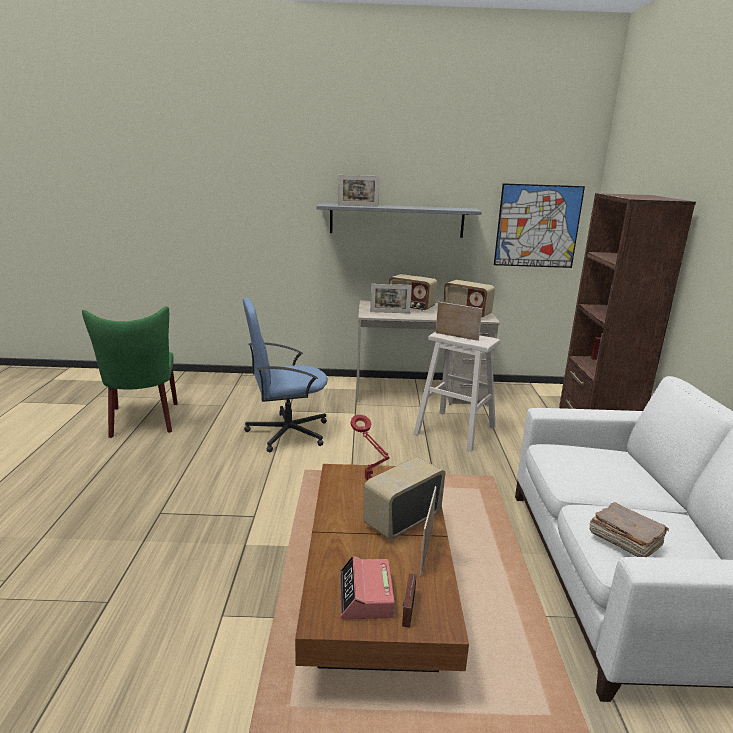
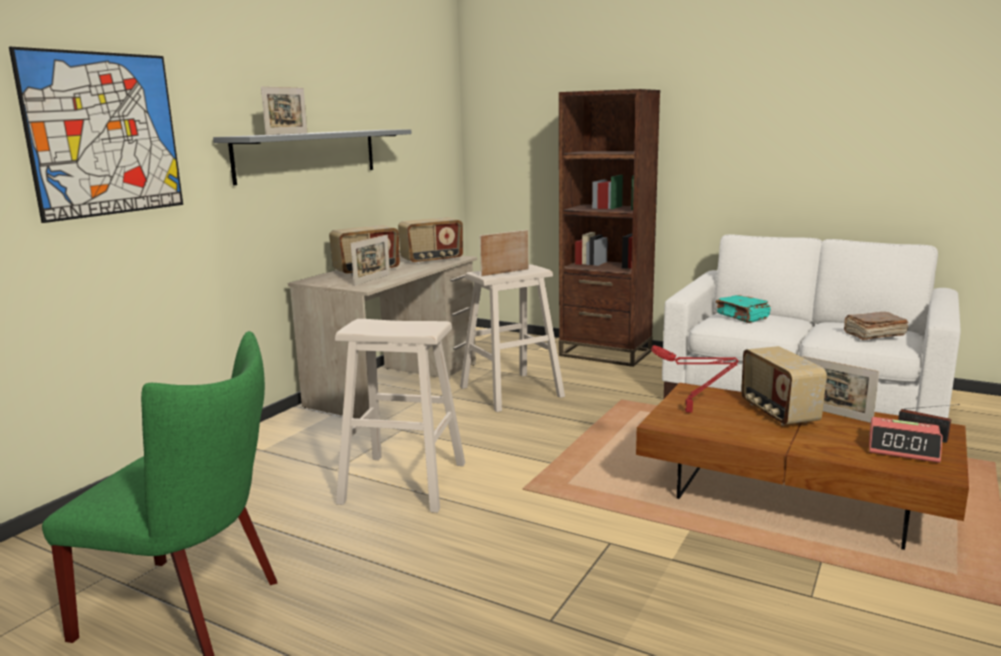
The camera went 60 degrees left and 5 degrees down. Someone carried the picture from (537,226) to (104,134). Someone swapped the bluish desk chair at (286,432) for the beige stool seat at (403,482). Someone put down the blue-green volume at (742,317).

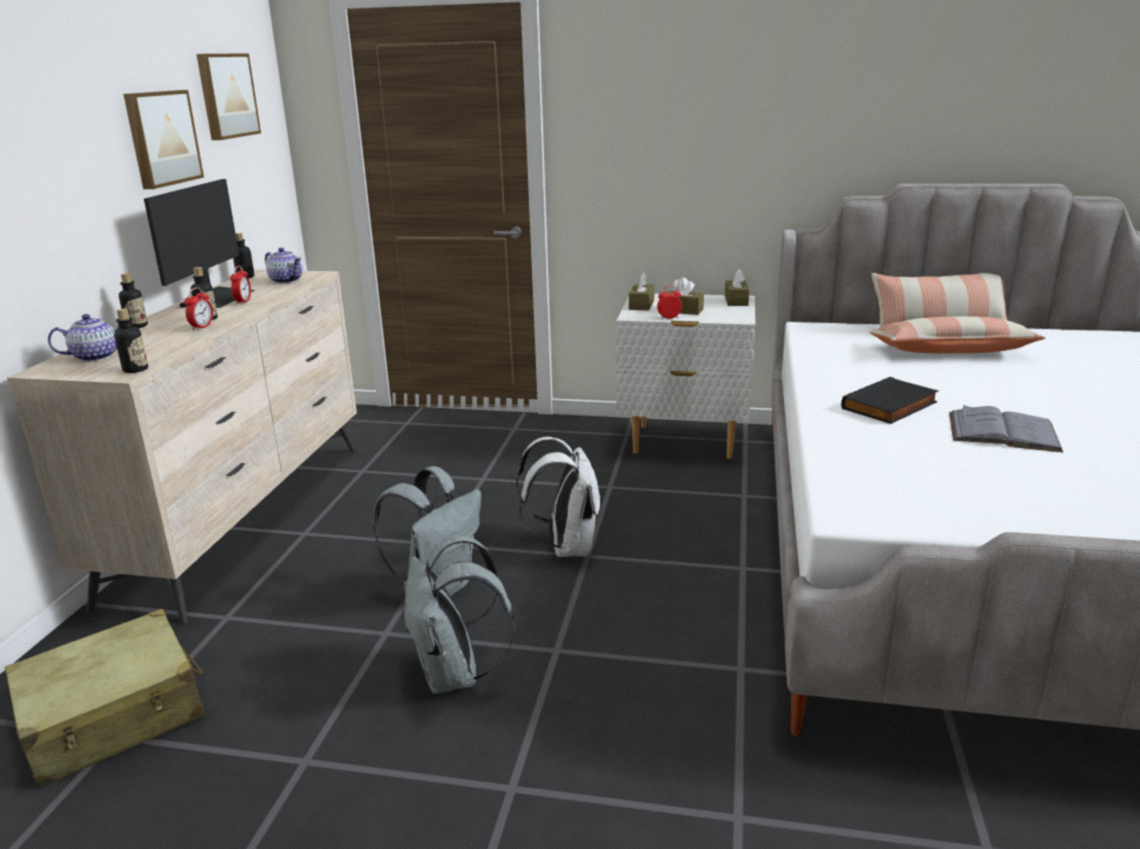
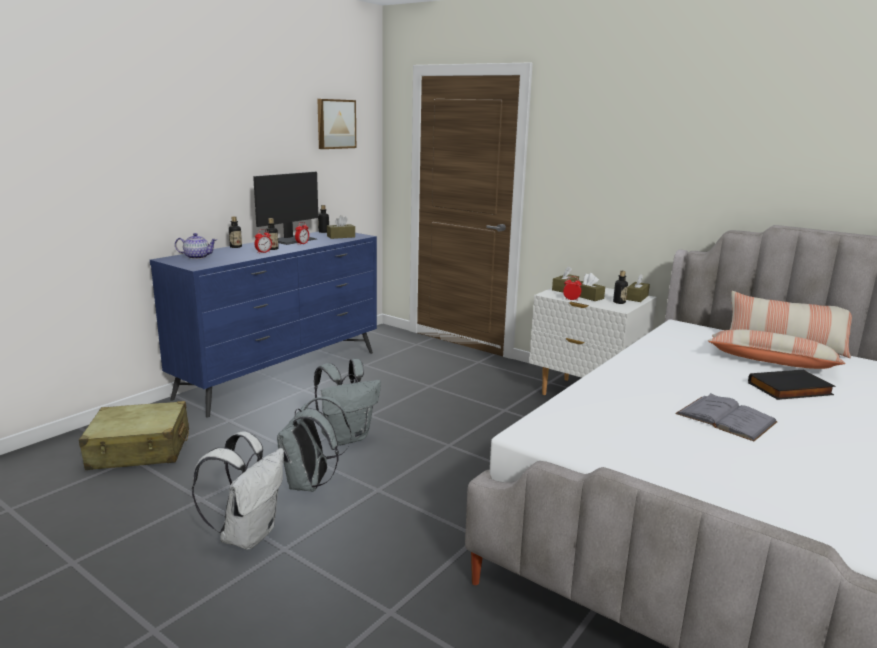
The camera went 25 degrees right and 5 degrees down. Someone repainted the beige drawer chest at (245,518), which became the bluish drawer chest at (282,374). Someone carried the whitish backpack from (566,547) to (248,534). Someone swapped the tea pot at (286,280) for the brown-coloured tissue holder at (341,236). Someone carried the bottle from (135,370) to (619,302). Someone carried the black volume from (890,406) to (790,389). Someone took away the picture at (161,138).

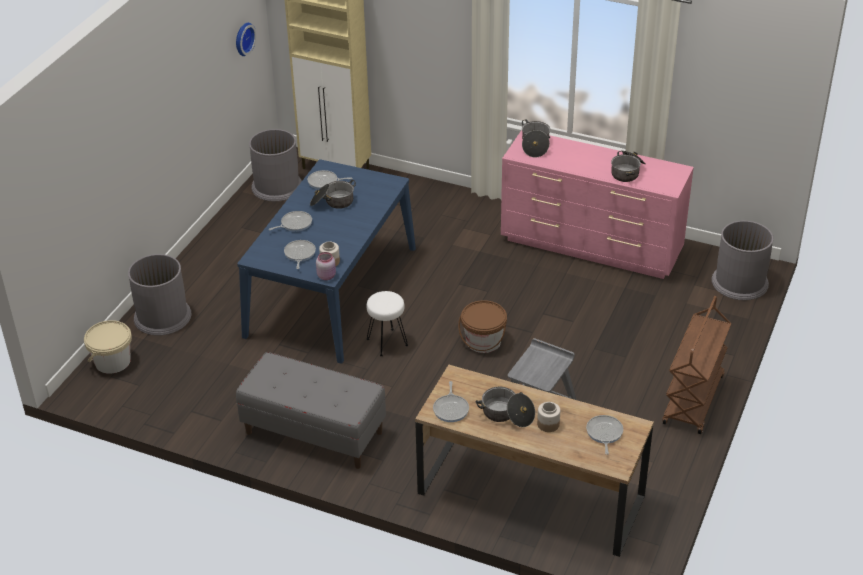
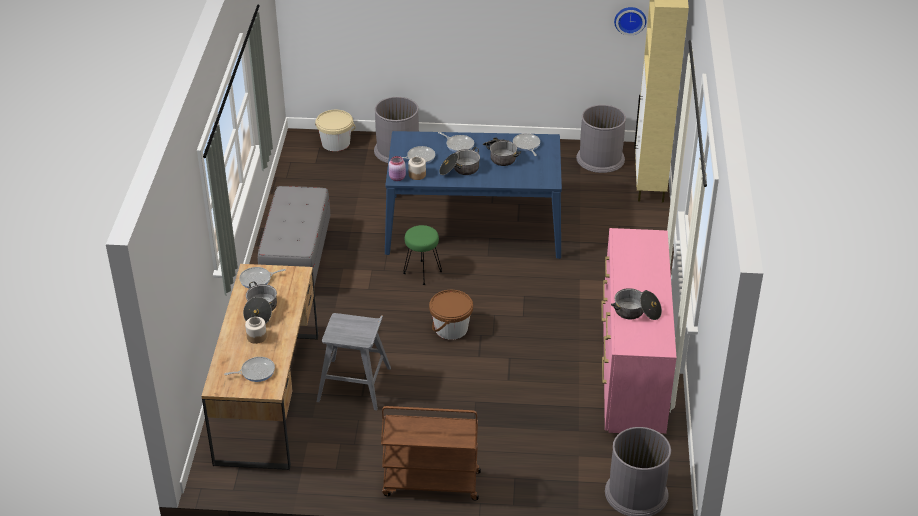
The camera went 70 degrees right and 0 degrees up. Someone repainted the whitish stool seat at (387,343), which became the green-coloured stool seat at (422,273). Someone carried the stockpot from (535,145) to (460,170).

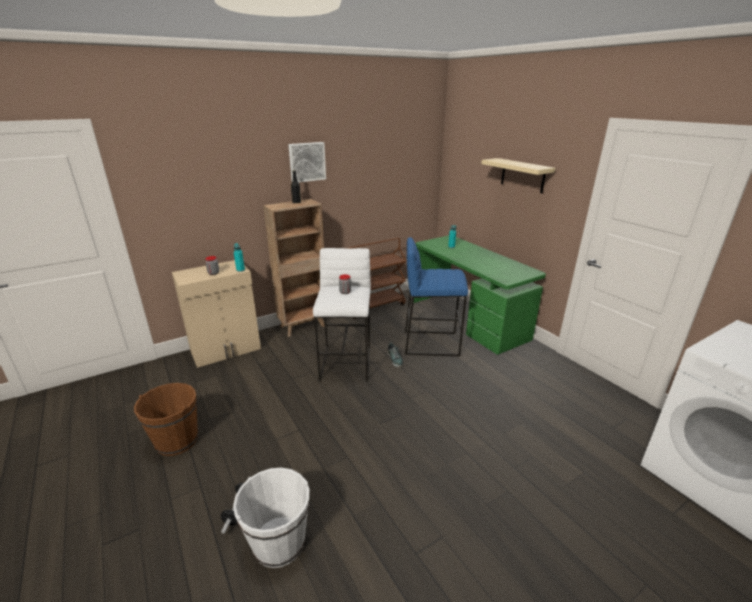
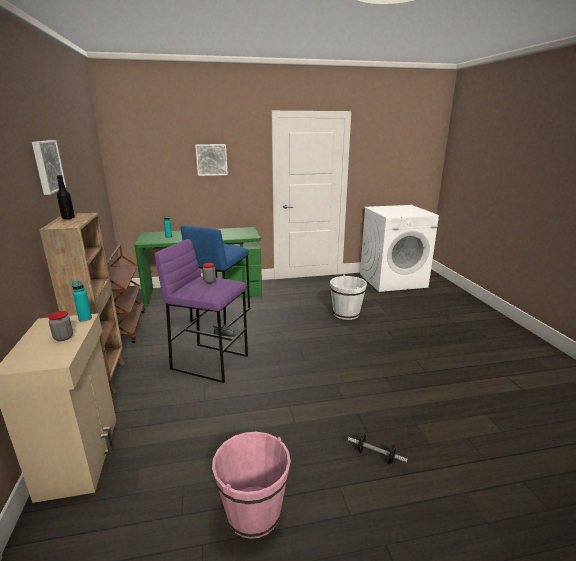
The camera went 70 degrees left and 5 degrees down. Someone repainted the whitish stool seat at (346,364), which became the purple-coloured stool seat at (210,361). Someone swapped the beige shelf at (522,175) for the picture at (211,159). Someone repainted the brown-coloured pail at (177,440), which became the pinkish pail at (253,512). Someone carried the whitish pail from (279,542) to (346,313).

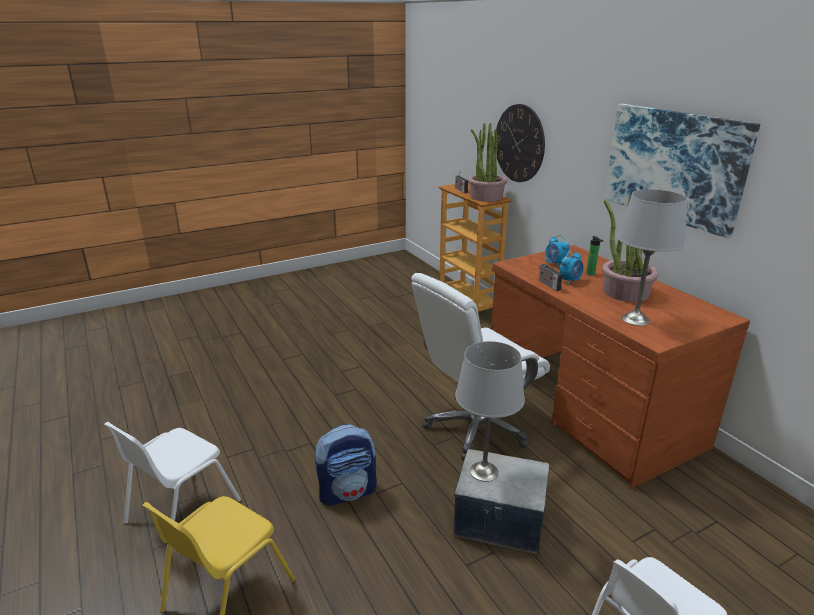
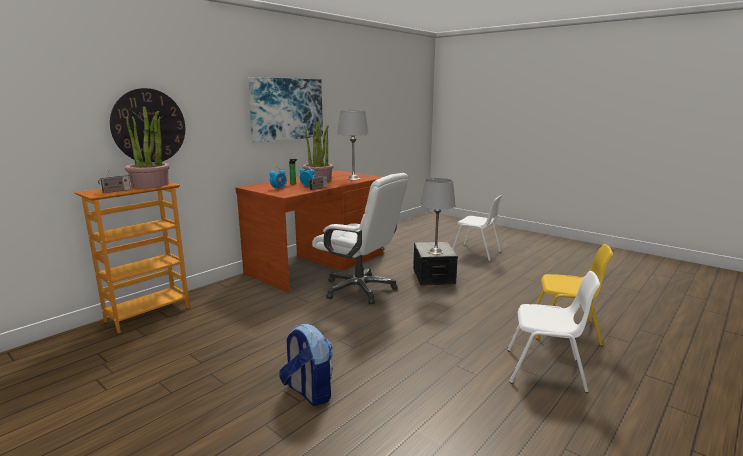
The camera went 110 degrees left and 10 degrees down. Someone carried the backpack from (348,492) to (308,392).

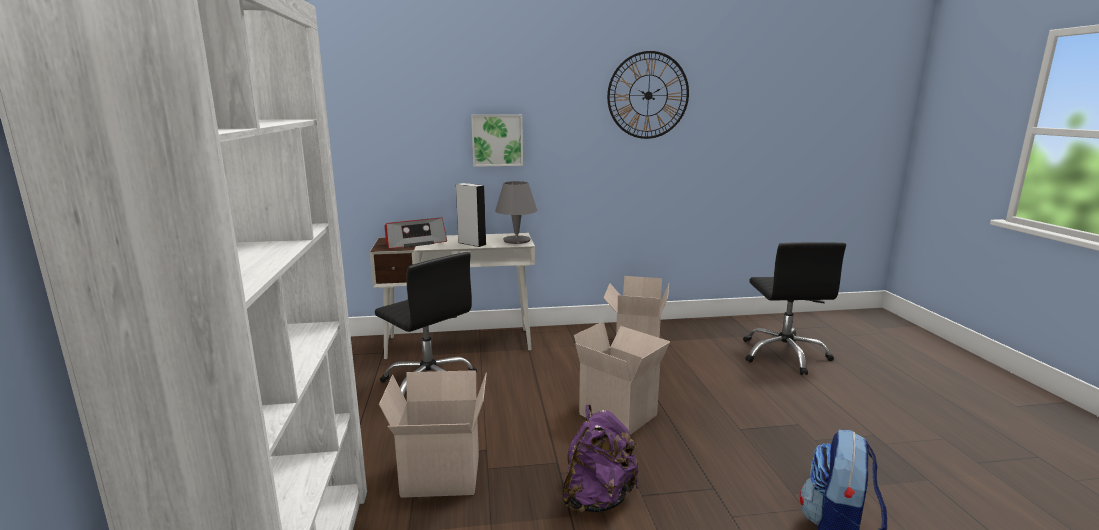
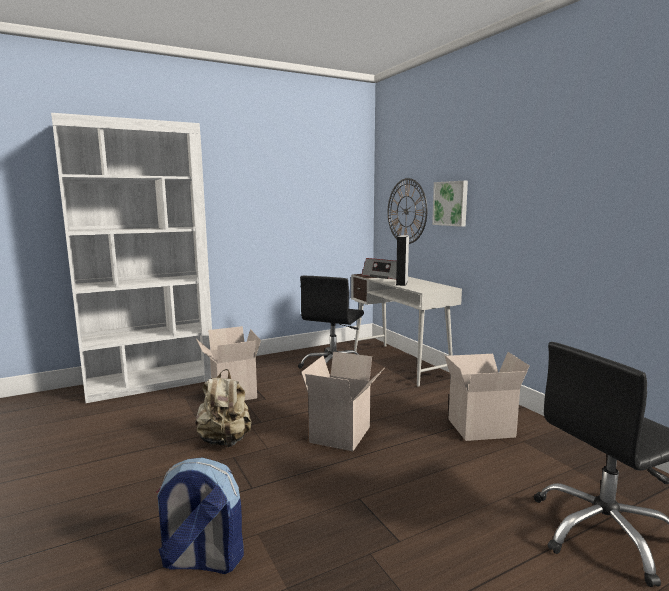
The camera went 70 degrees right and 5 degrees down. Someone repainted the purple-coloured backpack at (597,498), which became the beige backpack at (225,441). Someone carried the clock on the wall from (648,95) to (406,211). Someone took away the grey table lamp at (516,240).

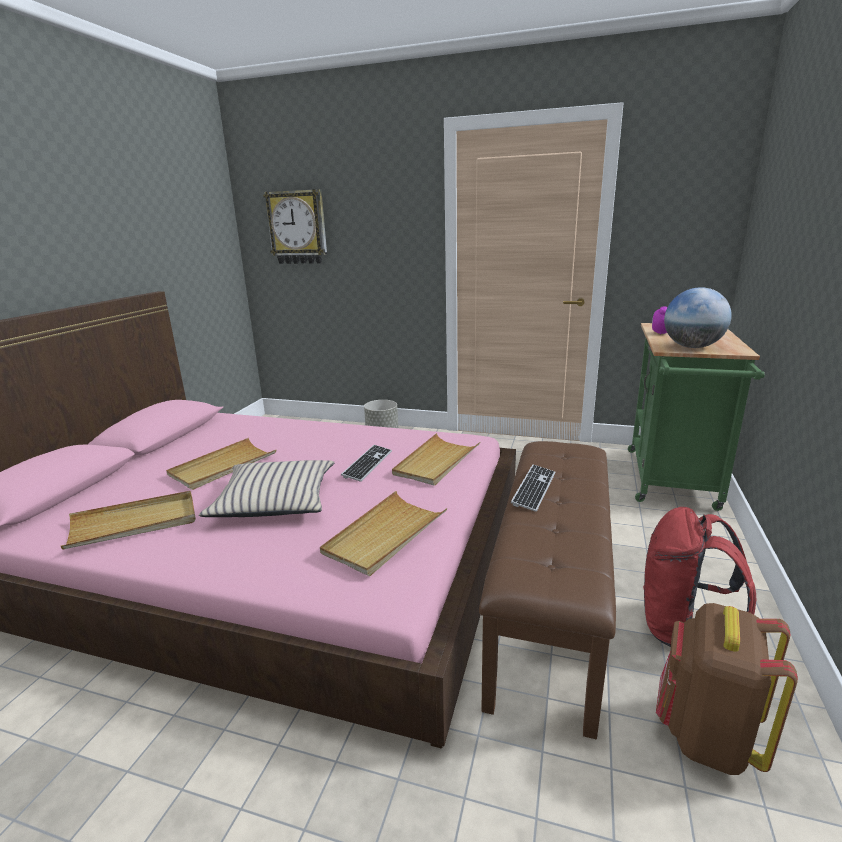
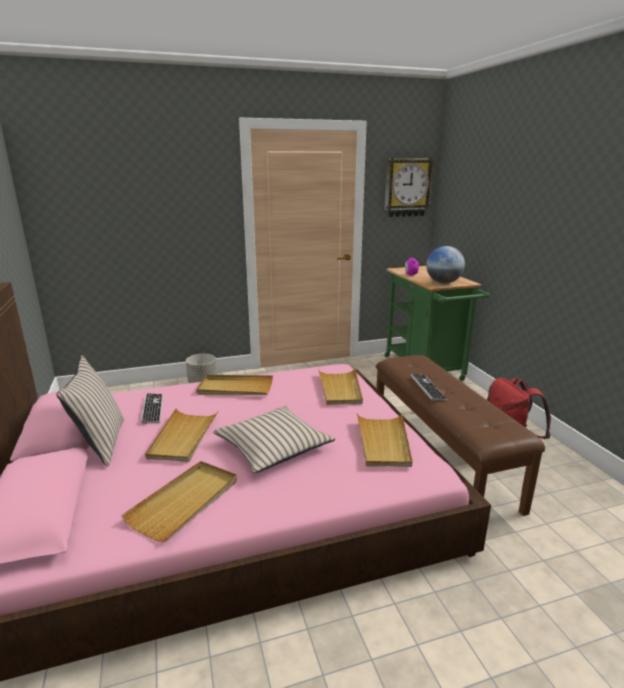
The camera went 35 degrees left and 0 degrees up. Someone put down the beige pillow at (100,443). Someone carried the keyboard from (368,464) to (152,409). Someone put down the beige carrying tray at (235,388). Someone carried the clock on the wall from (298,227) to (407,187). Someone took away the brown-coloured backpack at (706,736).

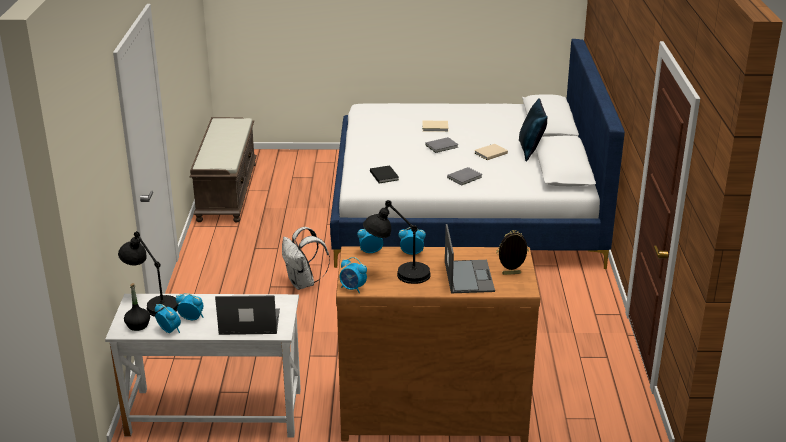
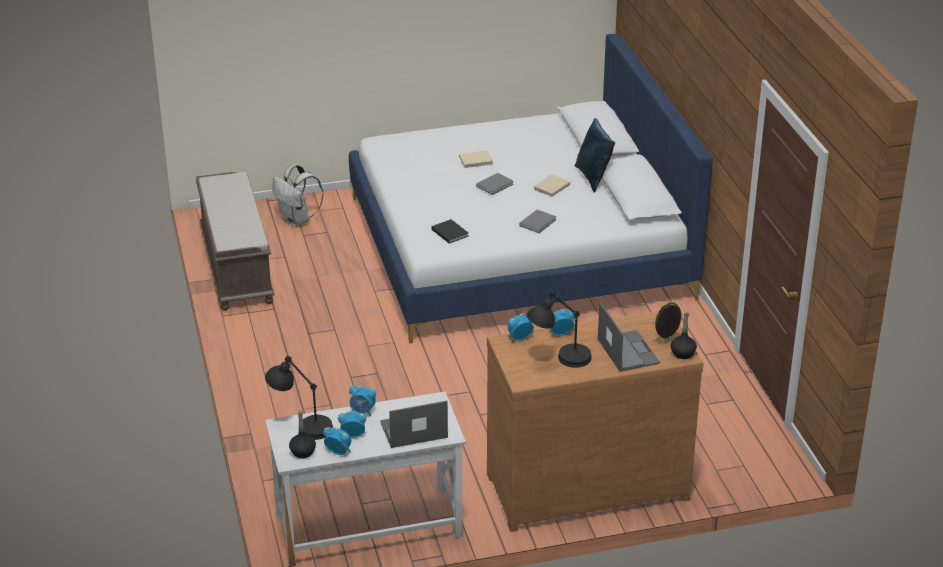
The camera went 15 degrees left and 5 degrees up. Someone carried the whitish backpack from (303,283) to (297,220). Someone carried the bedside clock from (353,288) to (362,412). Someone put down the black bottle at (682,353).

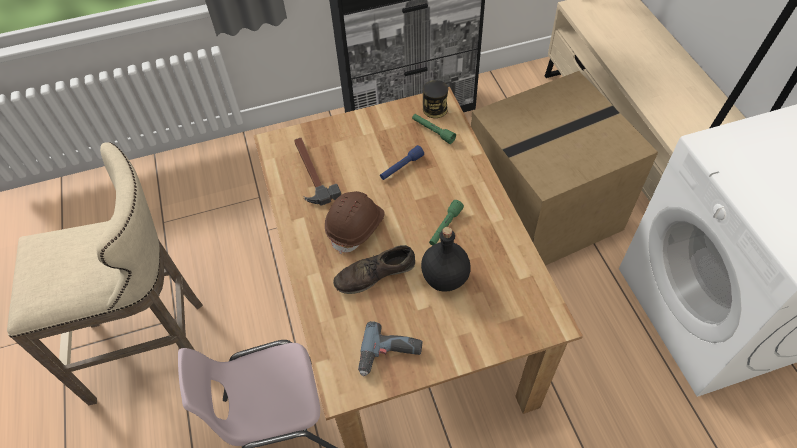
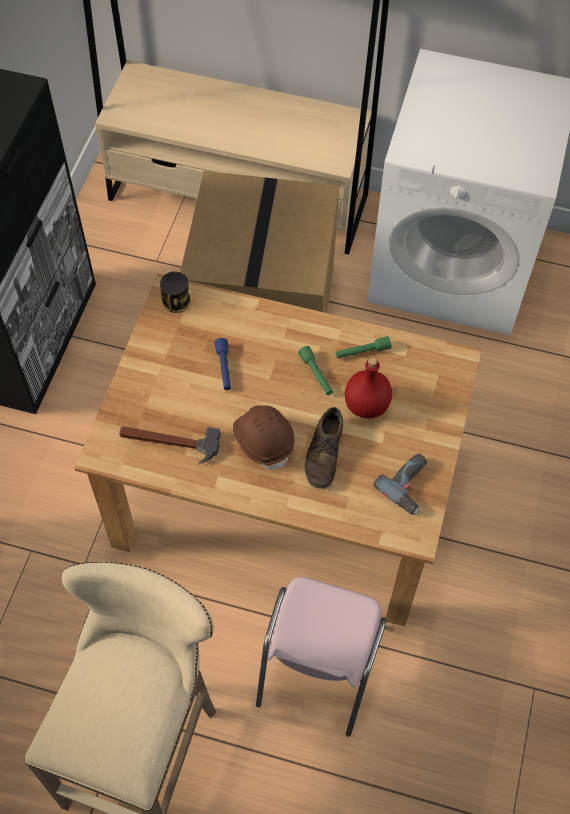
The camera went 60 degrees left and 5 degrees up. Someone carried the green-coloured torch from (433,131) to (362,352). Someone repainted the black bottle at (445,277), which became the reddish bottle at (365,405).

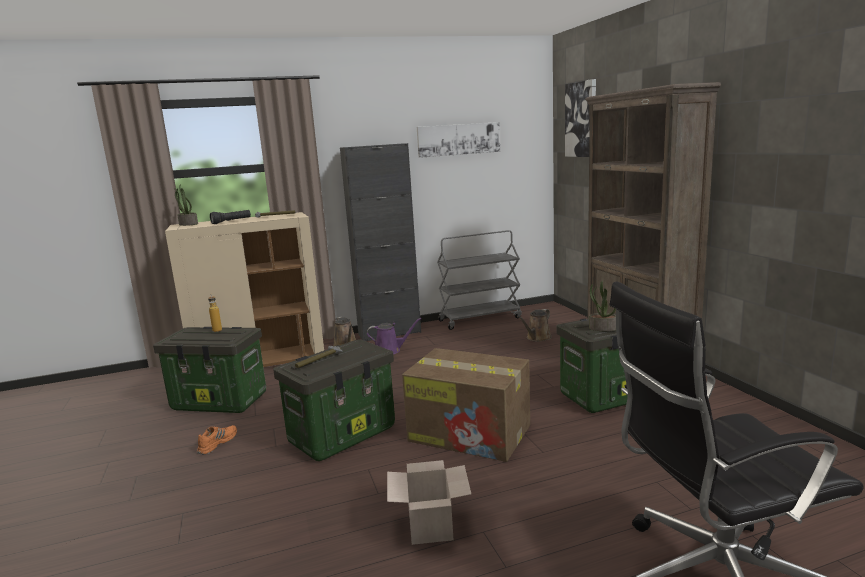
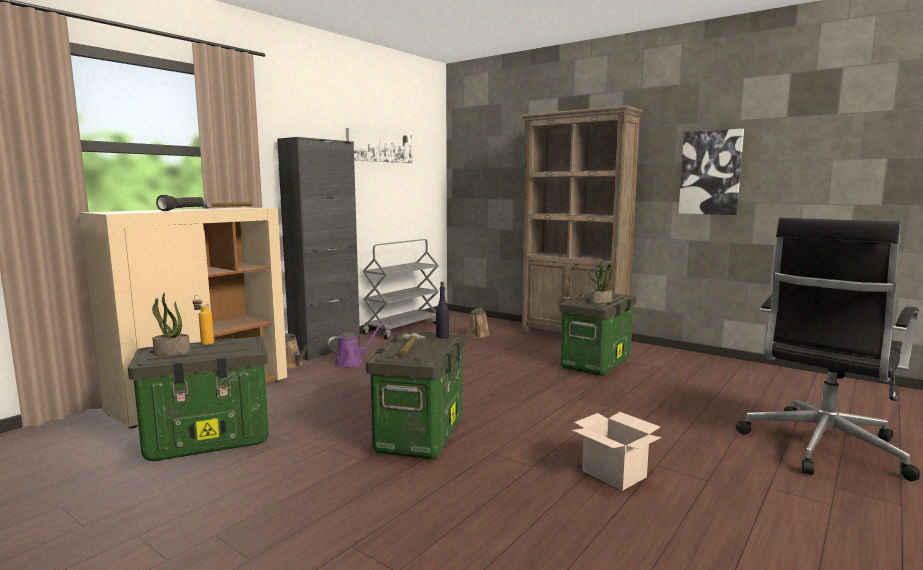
The camera went 35 degrees left and 5 degrees down. Someone carried the potted plant from (188,224) to (171,352). Someone put down the black bottle at (442,336). Someone carried the picture from (581,119) to (710,172). Someone took away the orange low shoe at (217,443). Someone took away the packing box at (471,433).

